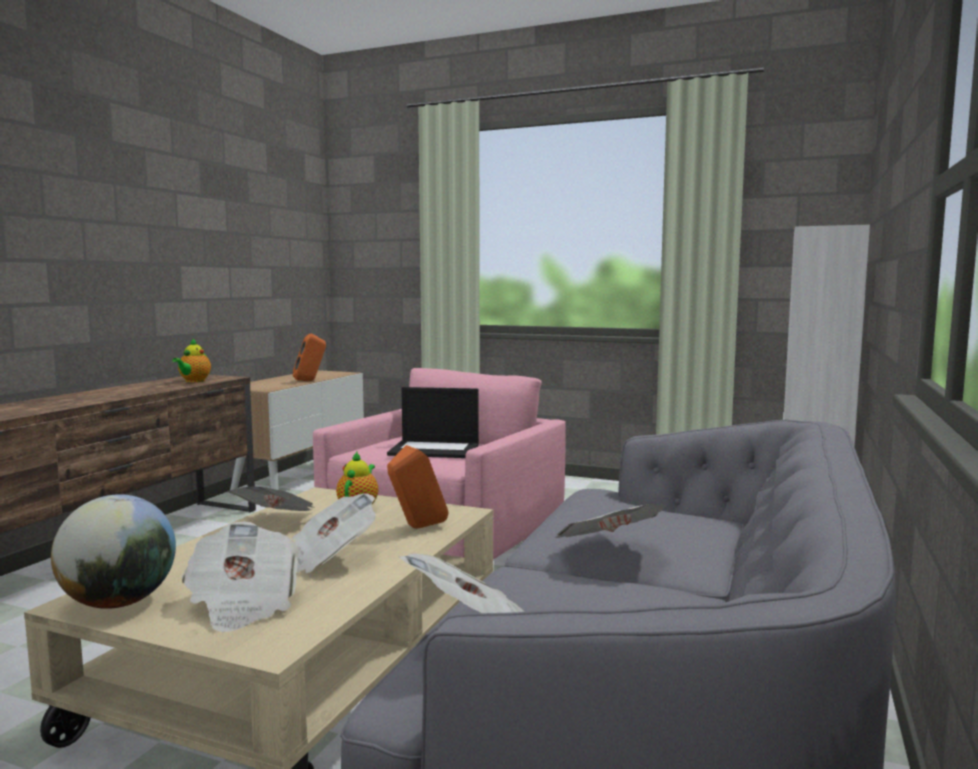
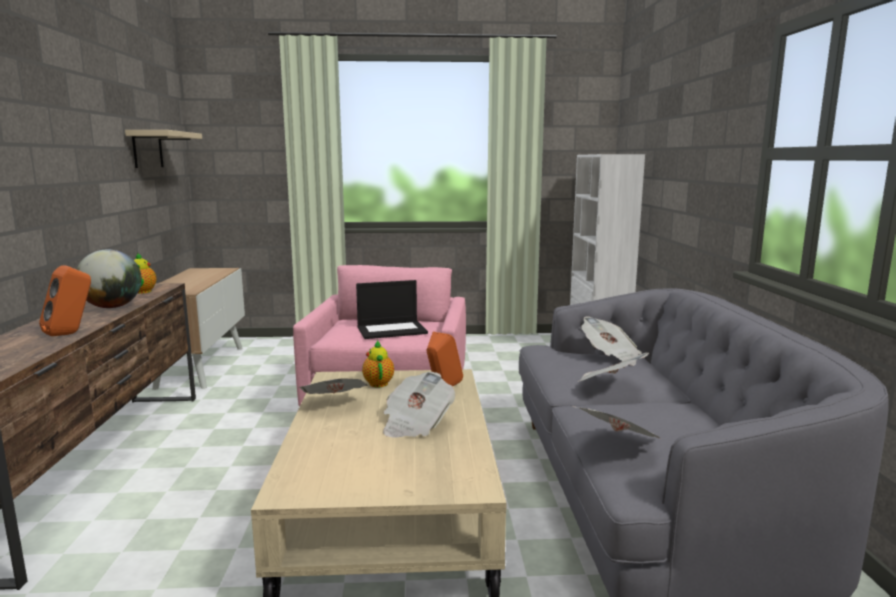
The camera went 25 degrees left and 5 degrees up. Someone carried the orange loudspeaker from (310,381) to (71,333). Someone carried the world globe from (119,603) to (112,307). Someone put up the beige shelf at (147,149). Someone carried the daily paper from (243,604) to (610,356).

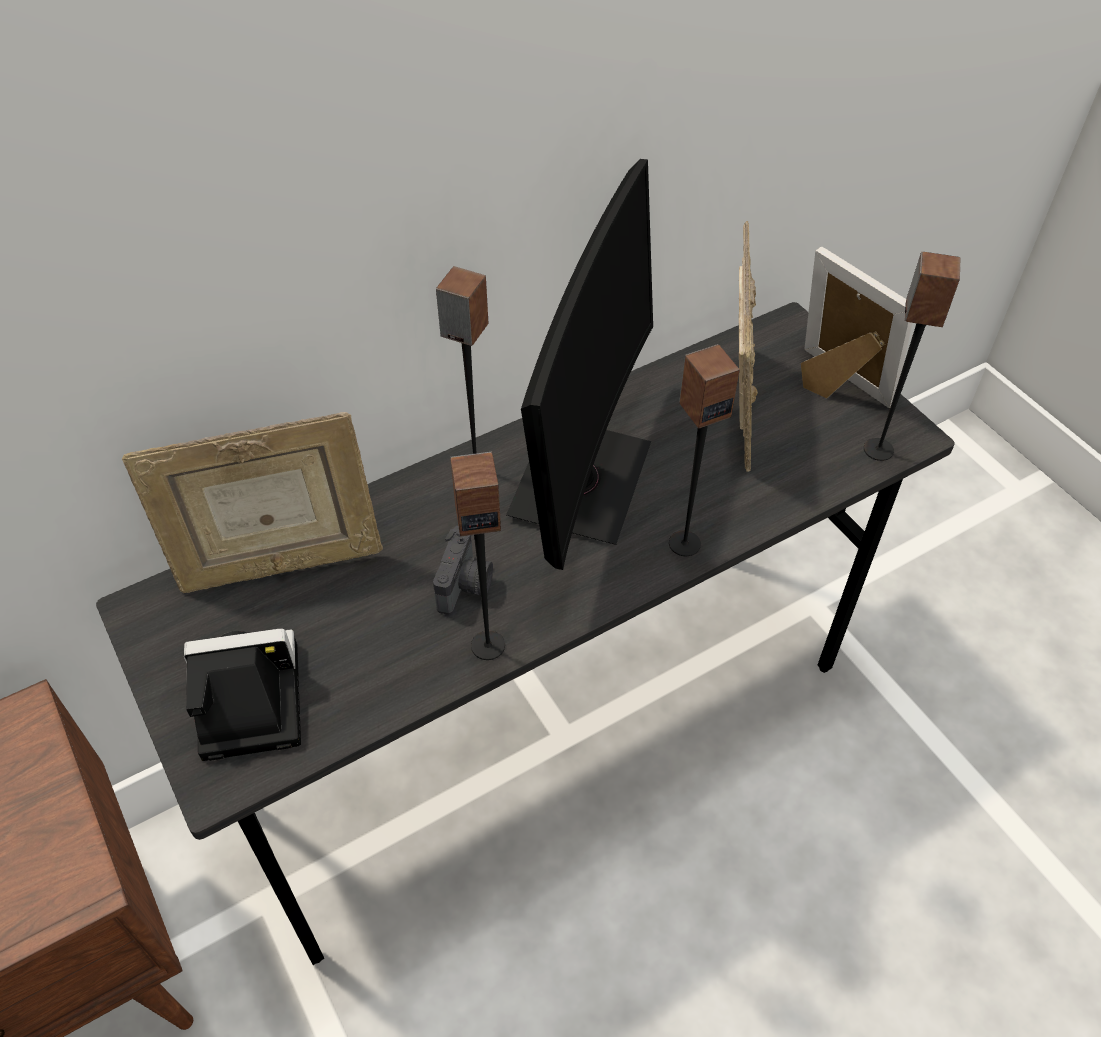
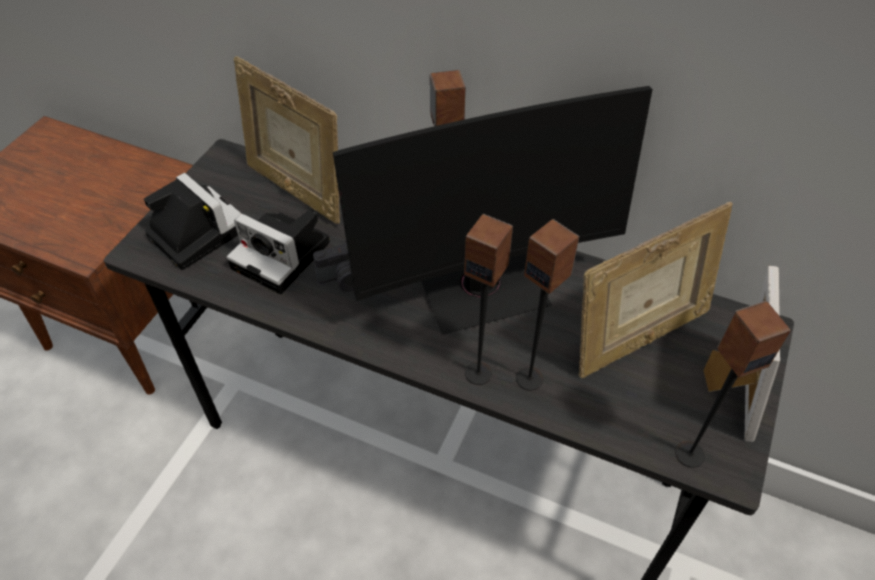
The camera went 55 degrees right and 0 degrees up. Someone put down the still camera at (284,255). Someone carried the loudspeaker from (488,645) to (530,378).

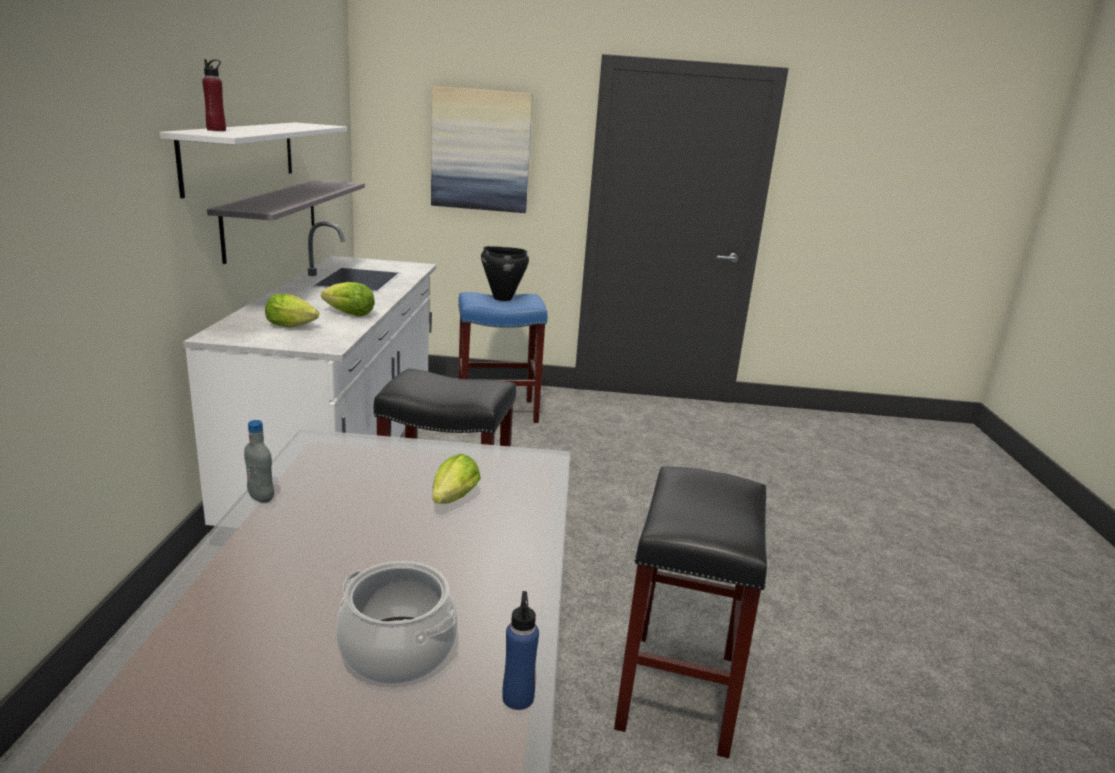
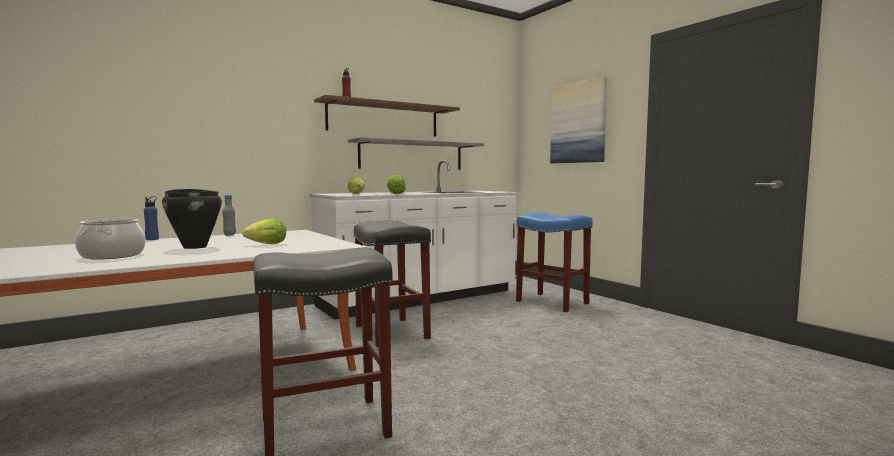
The camera went 55 degrees right and 15 degrees down. Someone carried the bluish bottle from (518,697) to (152,239). Someone carried the black stockpot from (502,298) to (195,247). Someone repainted the whitish shelf at (241,155), which became the brown-coloured shelf at (384,119).

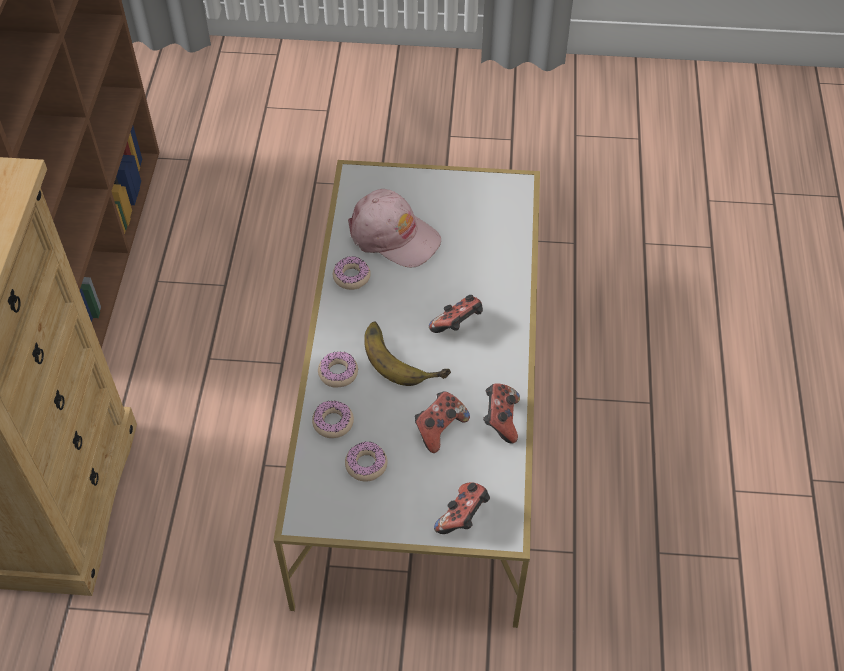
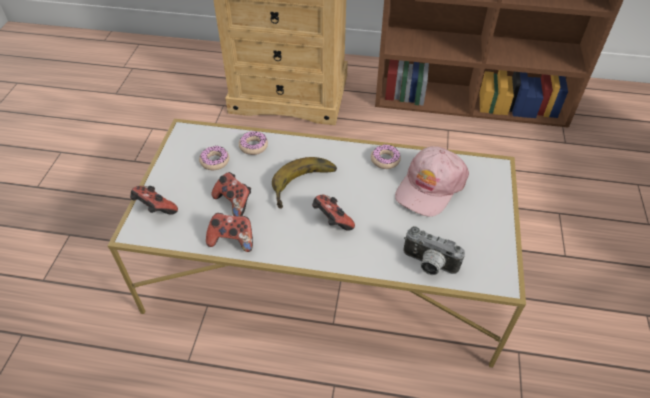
The camera went 95 degrees right and 5 degrees down. Someone put down the still camera at (428,265). Someone took away the ring doughnut at (338,373).

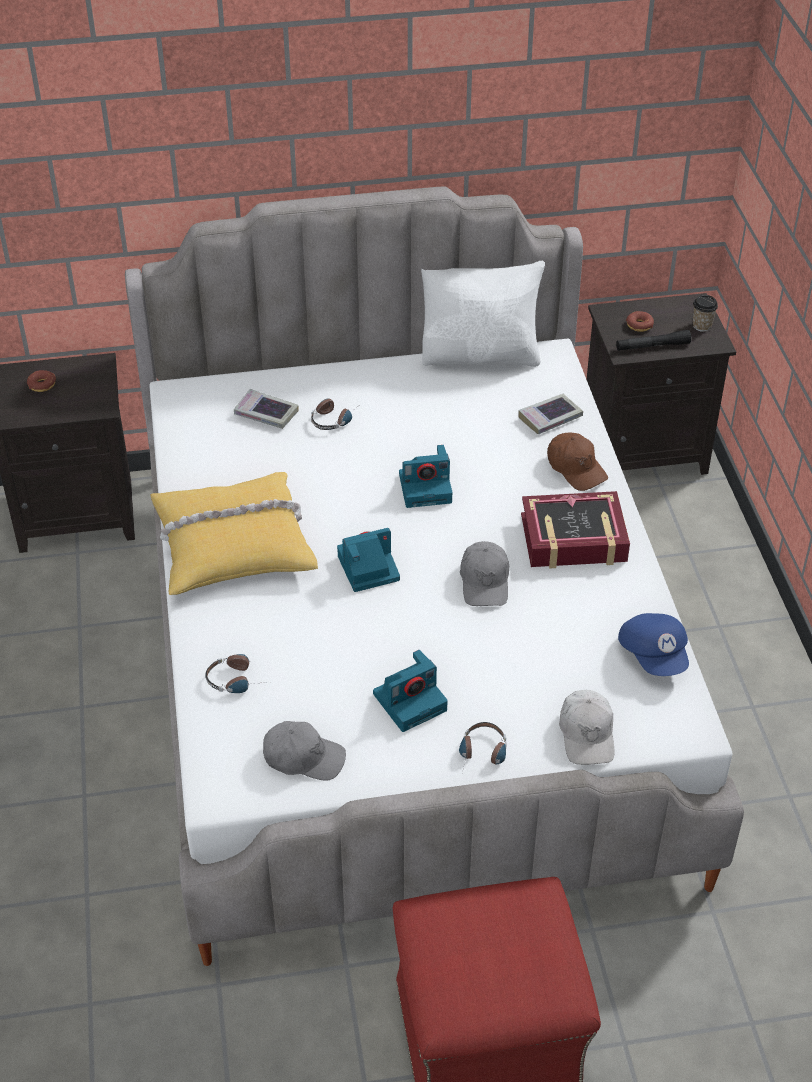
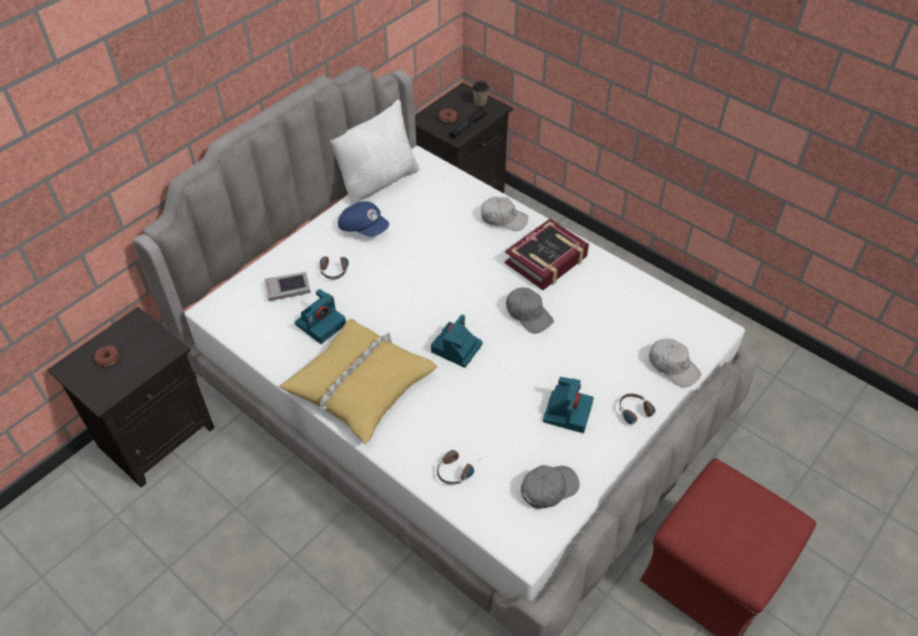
The camera went 40 degrees left and 5 degrees up. Someone carried the still camera from (426,487) to (321,323). Someone carried the bluish baseball cap from (654,655) to (364,228). Someone repainted the brown-coloured baseball cap at (576,468), which became the whitish baseball cap at (503,219). Someone took away the volume at (550,418).

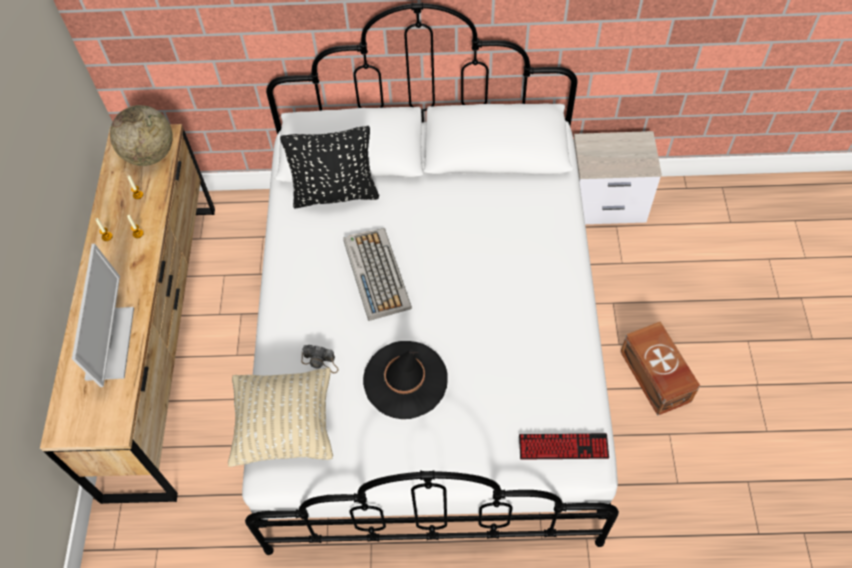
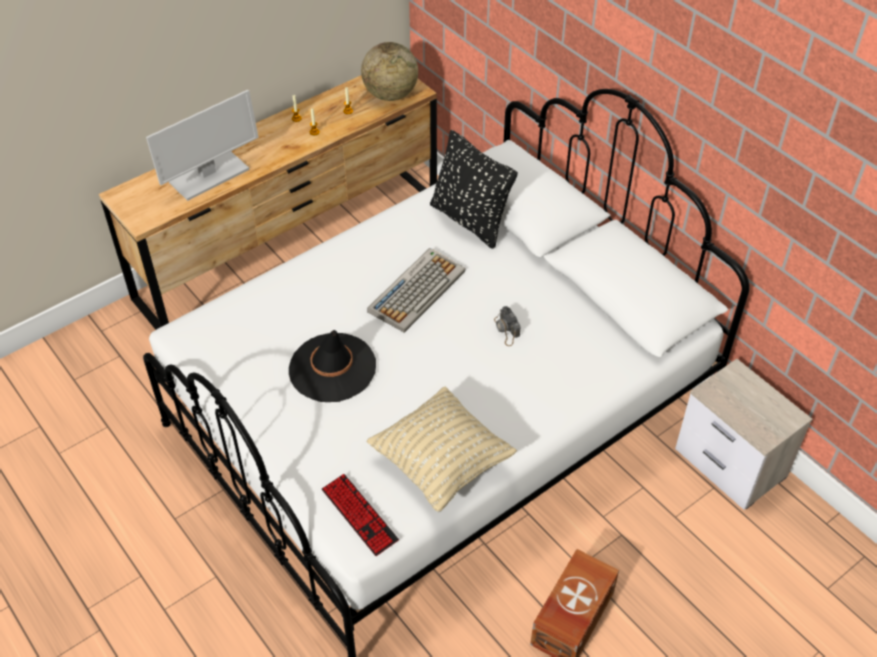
The camera went 50 degrees right and 10 degrees down. Someone carried the beige pillow from (285,426) to (441,464). Someone carried the still camera from (320,361) to (506,330).

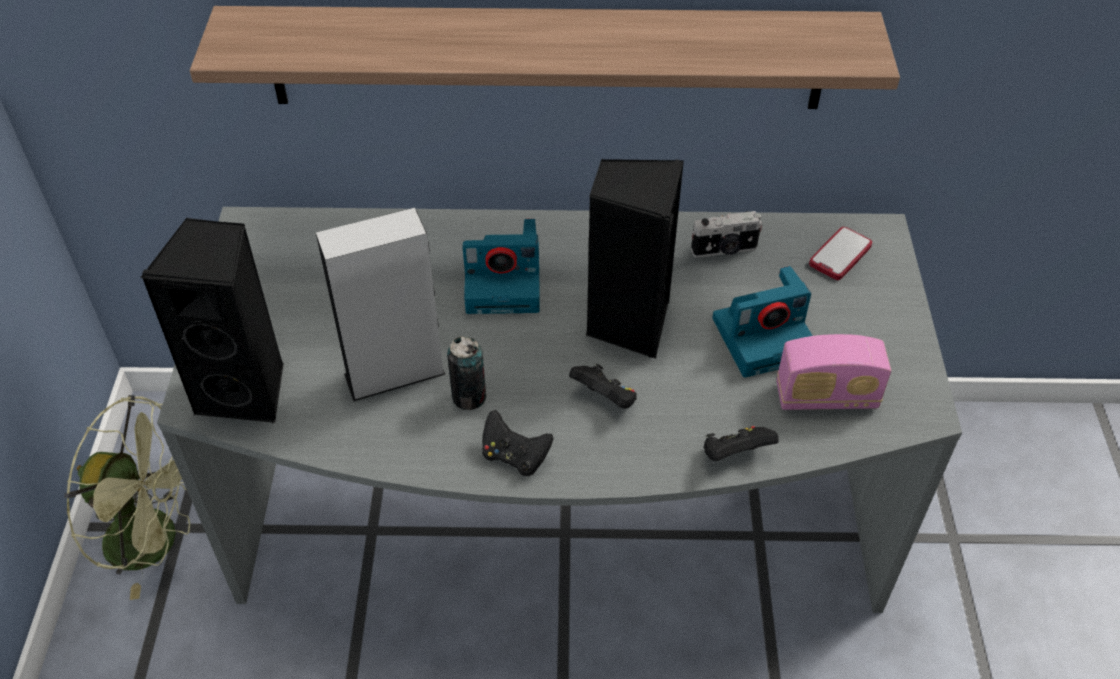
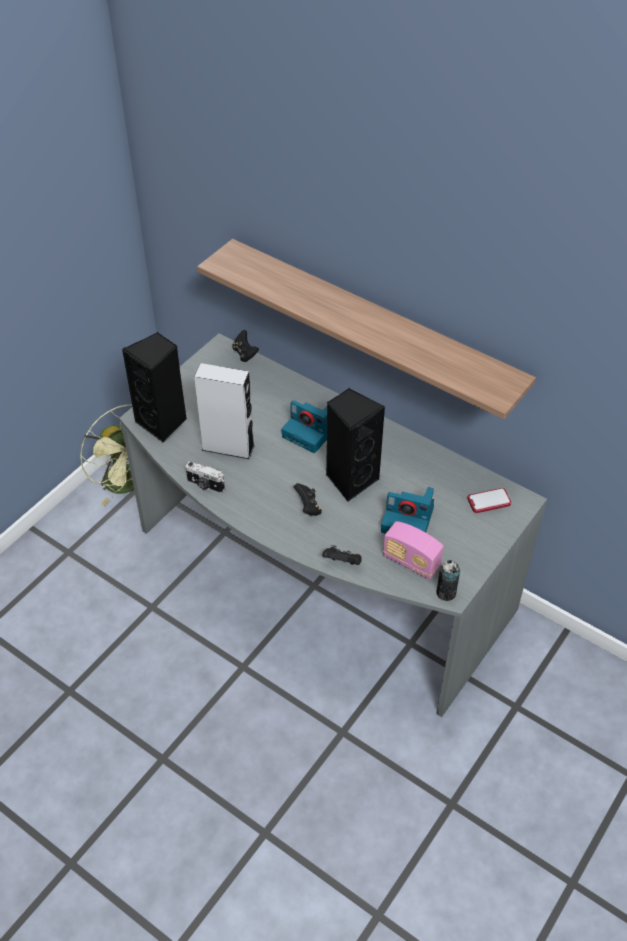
The camera went 35 degrees right and 0 degrees up. Someone carried the still camera from (724,250) to (205,485). Someone carried the black gamepad from (515,456) to (245,354). Someone carried the metal can from (469,397) to (446,593).

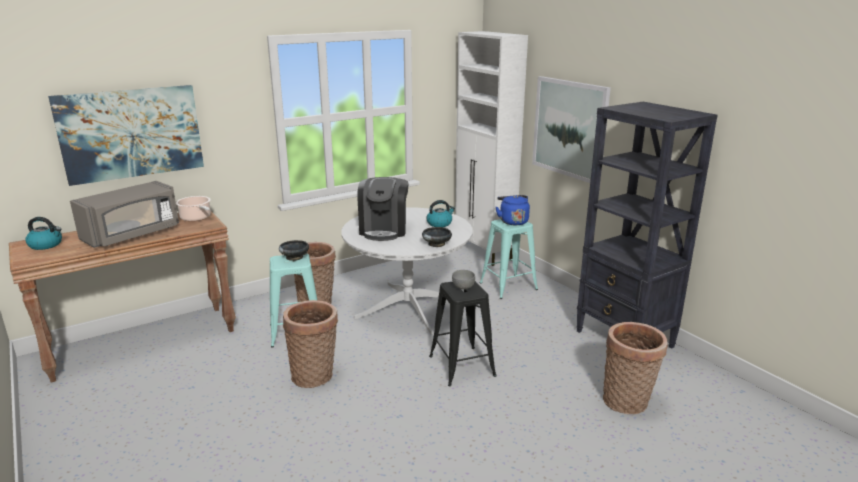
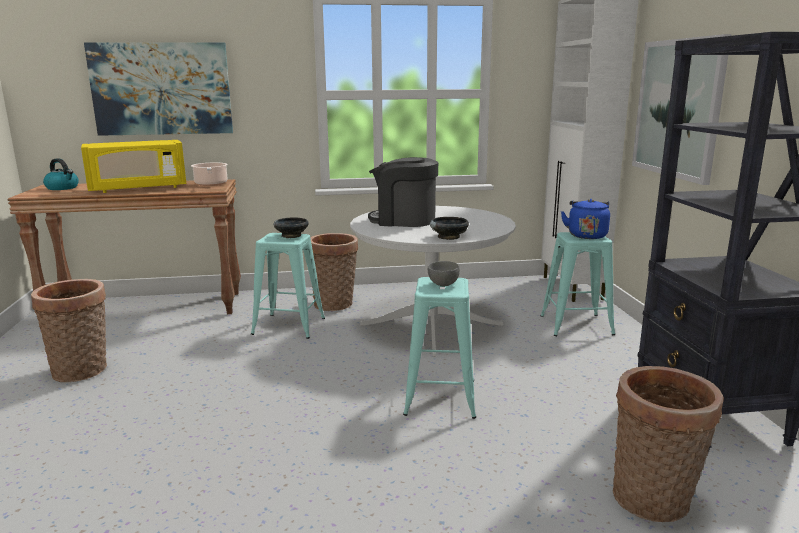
The camera went 25 degrees right and 5 degrees down. Someone carried the household basket from (315,375) to (83,371). Someone repainted the grey kitchen microwave at (132,234), which became the yellowish kitchen microwave at (138,188). Someone rotated the coffee maker at (384,230) by 75 degrees clockwise. Someone repainted the black stool seat at (462,366), which became the blue-green stool seat at (440,397). Someone took away the water kettle at (439,223).

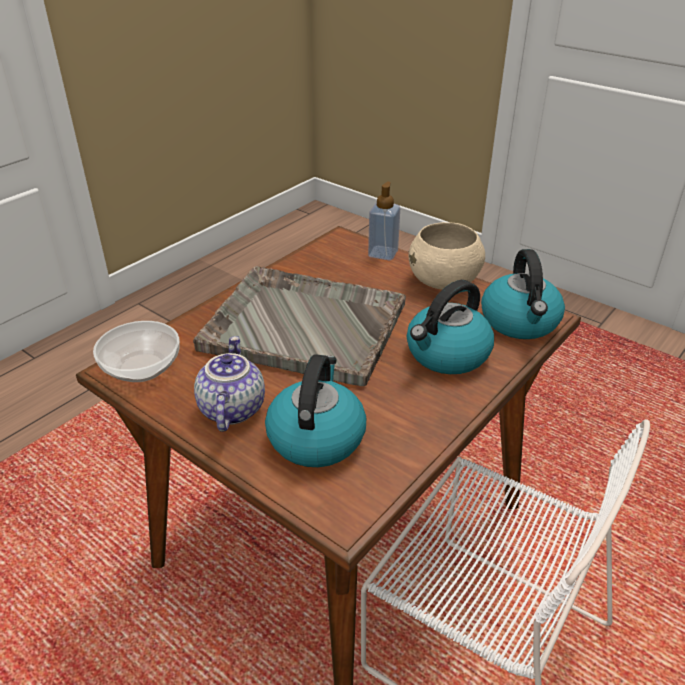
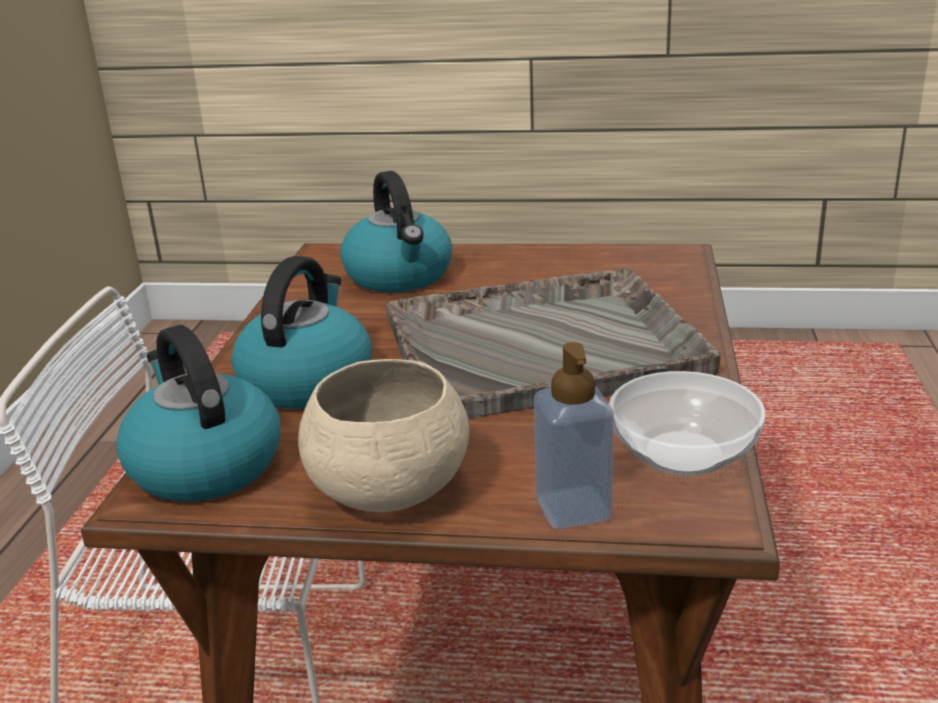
The camera went 150 degrees right and 10 degrees down. Someone carried the deep dish from (141,367) to (685,454). Someone took away the tea pot at (230,409).

